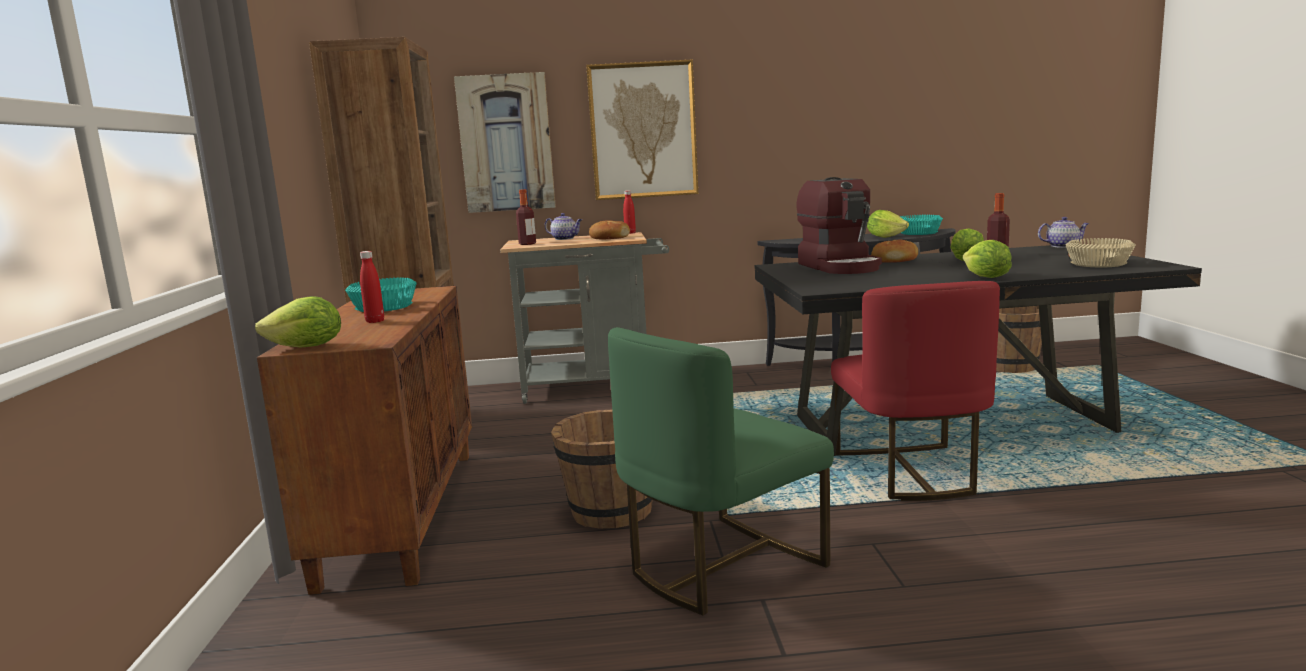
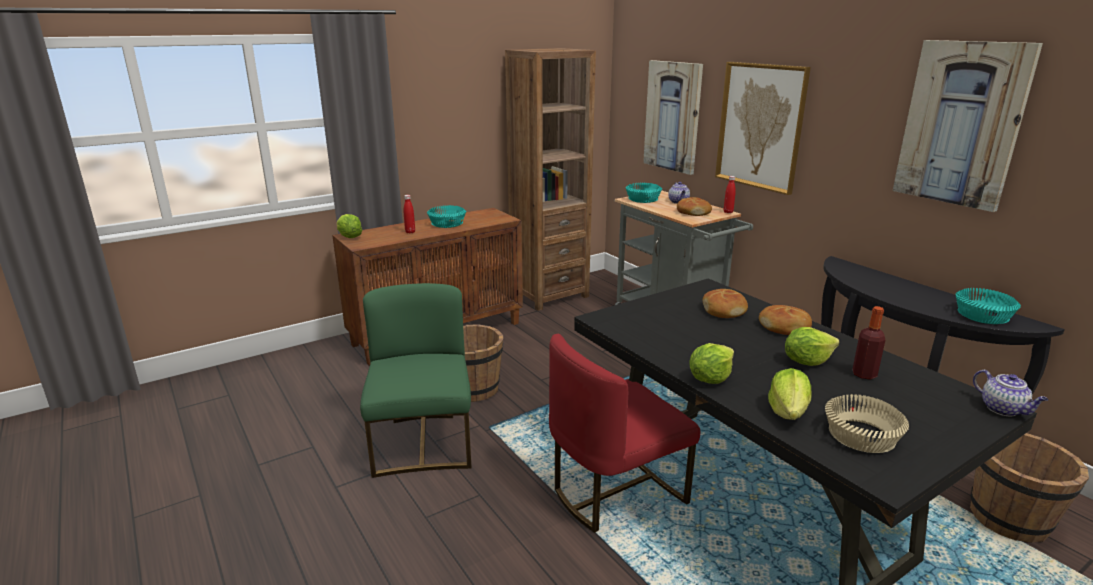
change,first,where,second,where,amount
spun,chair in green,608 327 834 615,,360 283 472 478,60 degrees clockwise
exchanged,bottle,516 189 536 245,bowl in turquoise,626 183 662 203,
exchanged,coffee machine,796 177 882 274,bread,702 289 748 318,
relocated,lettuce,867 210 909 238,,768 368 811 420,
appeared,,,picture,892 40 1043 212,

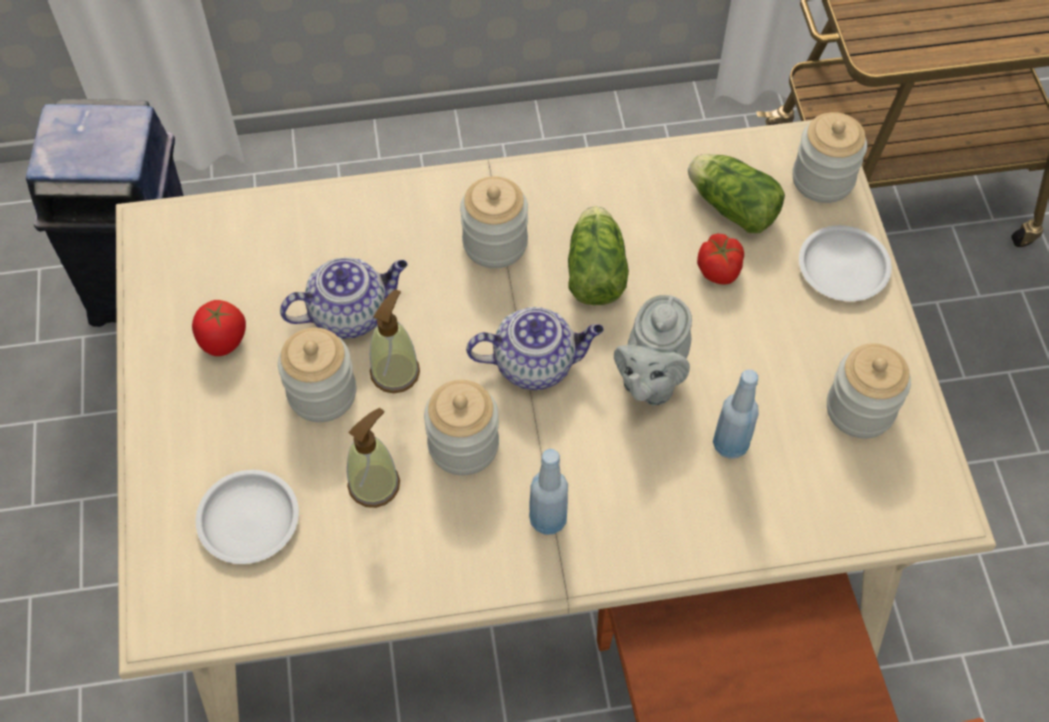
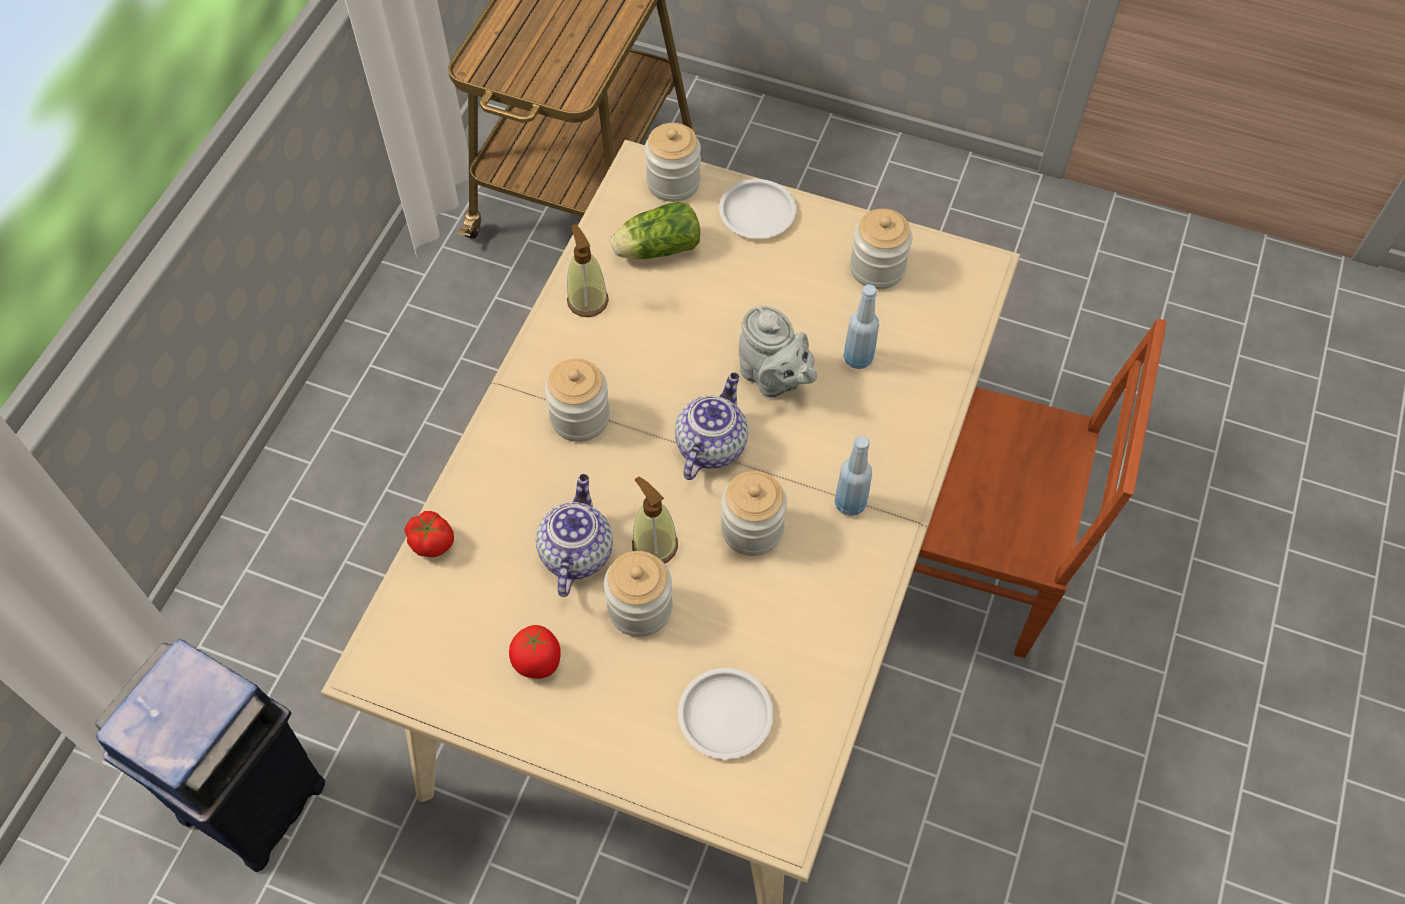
change,first,where,second,where,amount
relocated,tomato,697 234 744 285,,404 511 454 557,
relocated,soap dispenser,347 408 400 508,,567 224 609 317,
missing,lettuce,568 206 629 305,,,

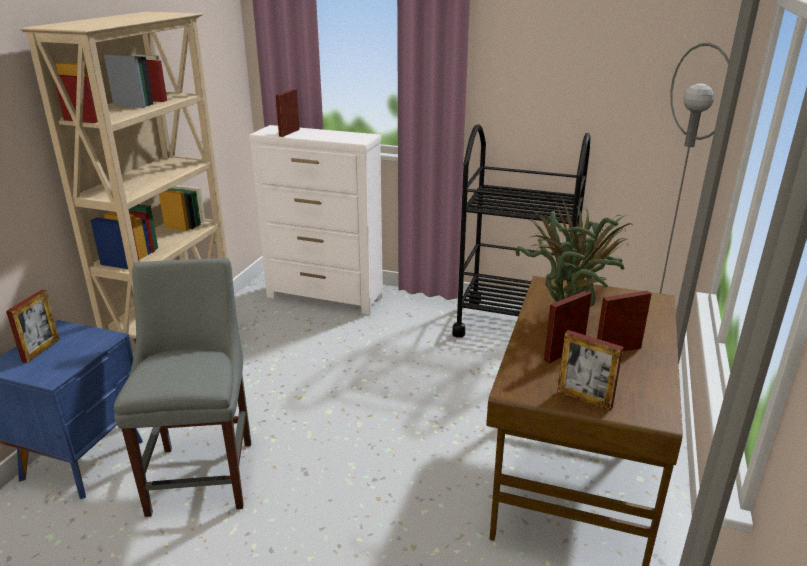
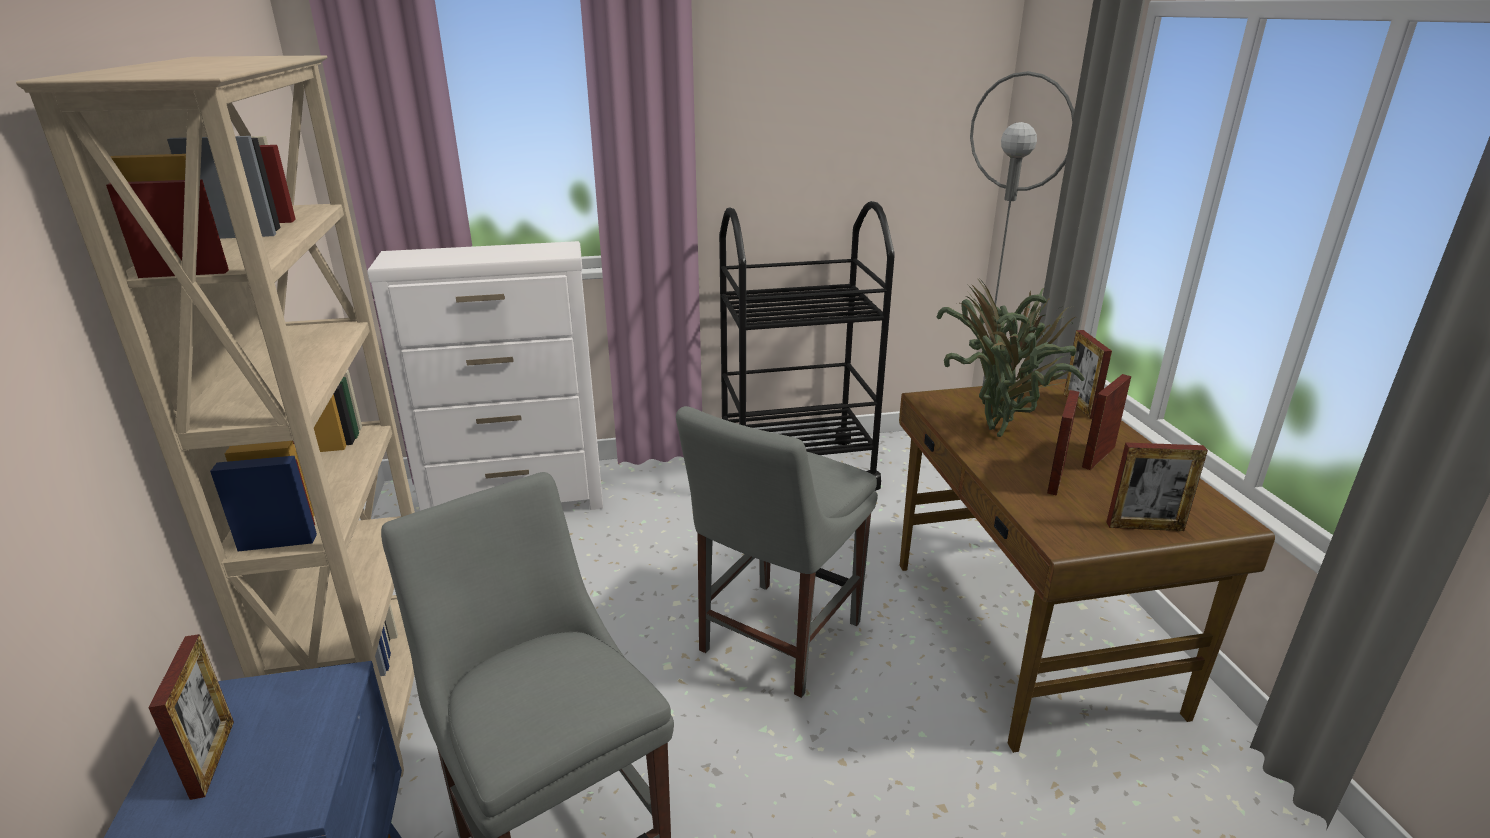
change,first,where,second,where,amount
appeared,,,chair in grey,676 406 878 698,
relocated,picture frame,276 89 300 137,,1064 330 1112 419,

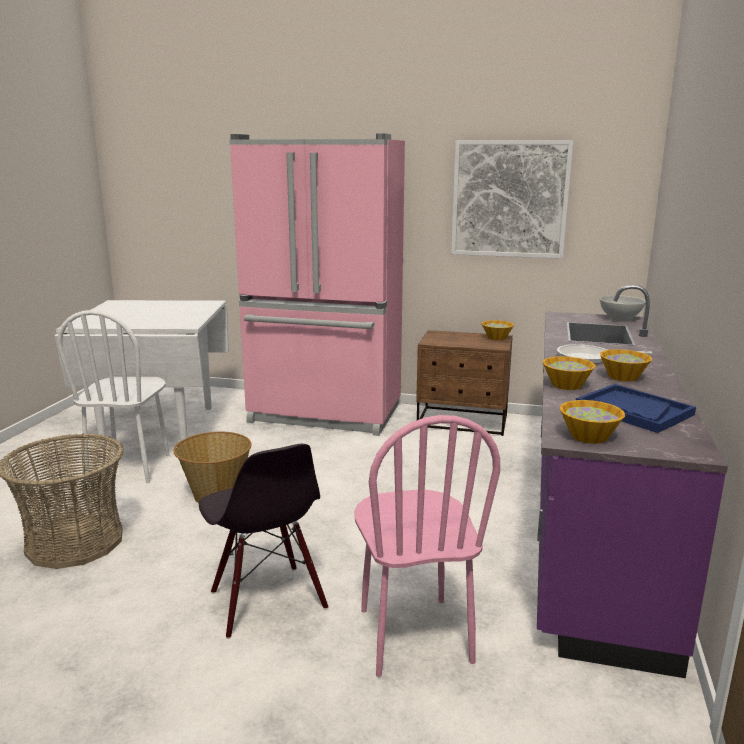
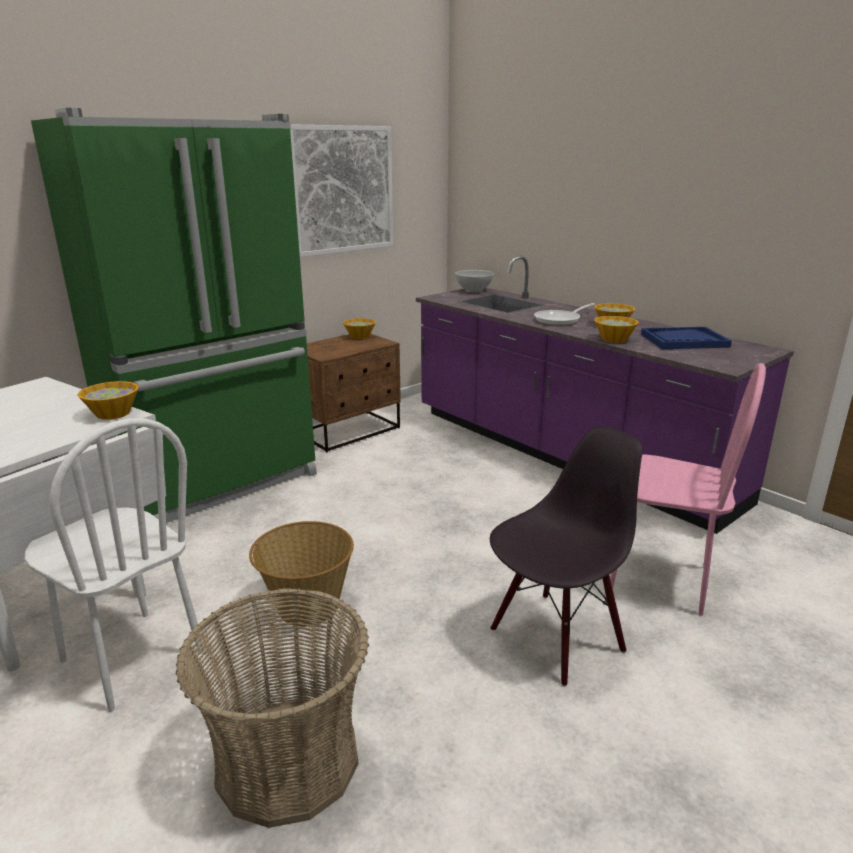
change,first,where,second,where,amount
colour,fridge in pink,229 134 405 436,fridge in green,31 108 317 523,
relocated,bowl,560 400 625 444,,77 381 139 420,
spun,chair in black,199 444 328 639,,490 426 643 687,45 degrees counterclockwise

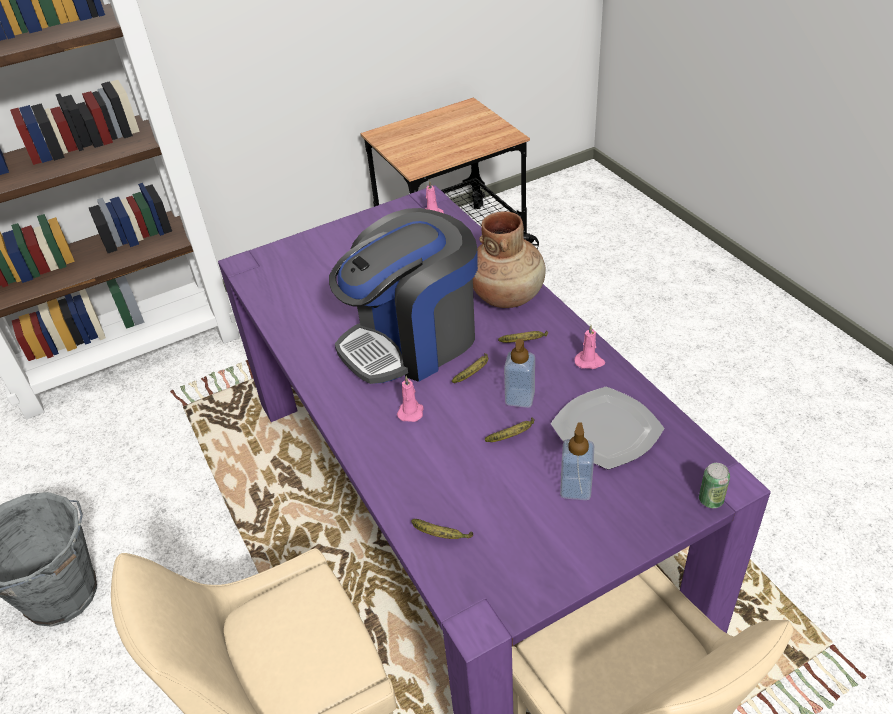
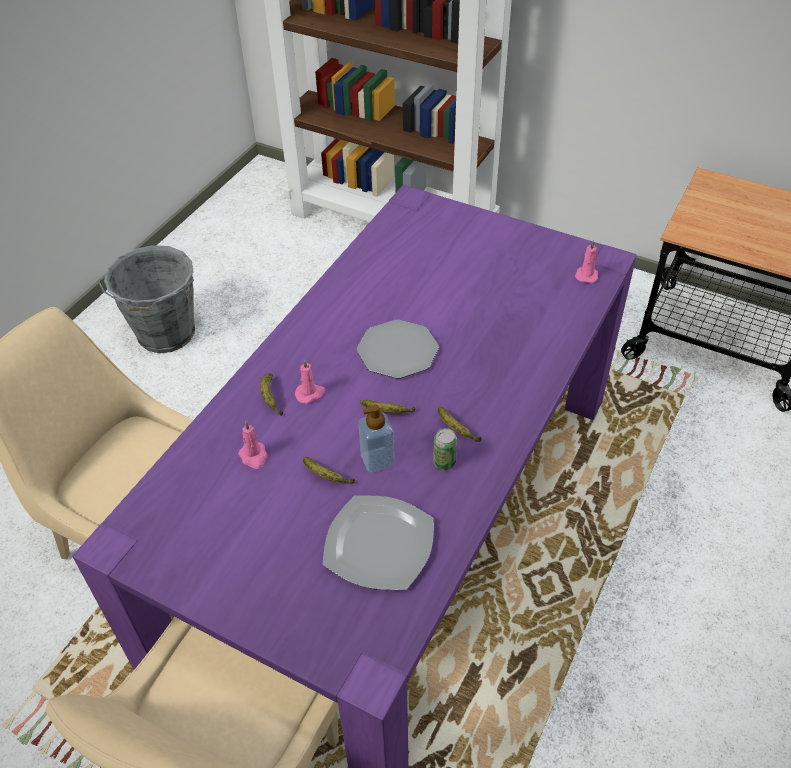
change,first,where,second,where,amount
relocated,candle in pink,575 325 605 369,,238 421 267 469,
relocated,banana,411 519 473 539,,260 373 283 416,
exchanged,coffee machine,329 208 478 384,plate,357 320 439 379,
relocated,can,699 463 730 508,,433 428 457 470,
missing,vase in brown,473 211 546 308,,,
missing,soap dispenser,560 422 594 500,,,

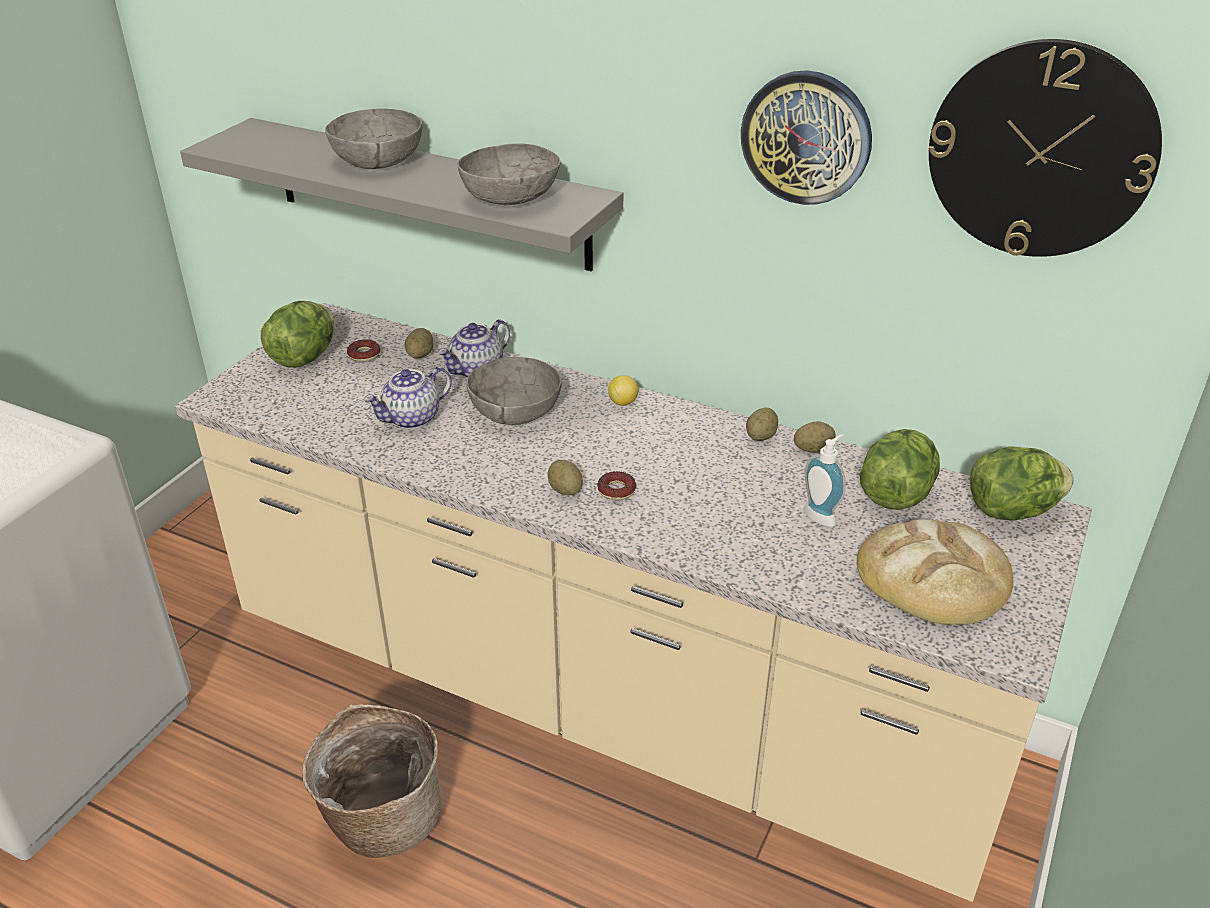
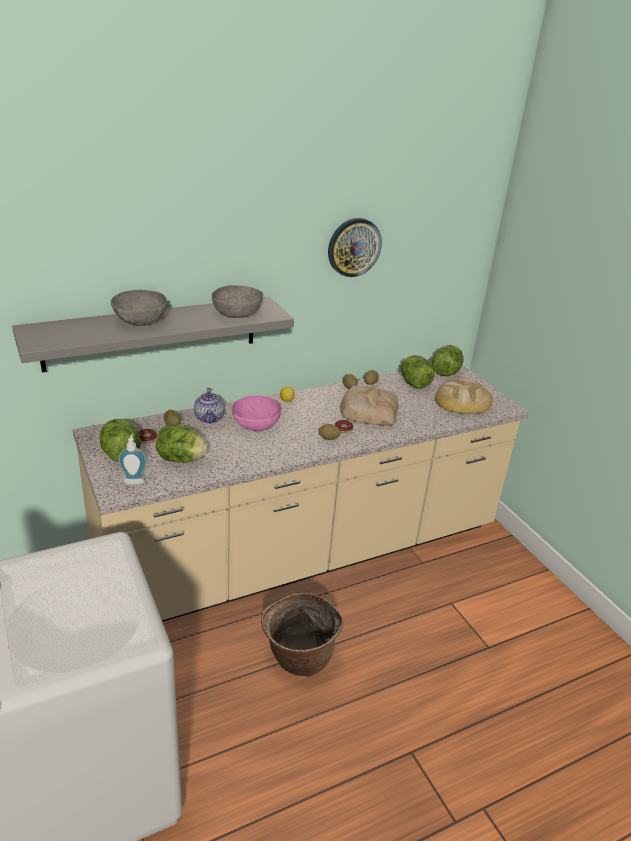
change,first,where,second,where,amount
relocated,soap dispenser,804 434 846 527,,118 434 147 485,
appeared,,,lettuce,156 424 208 463,
colour,bowl in grey,467 357 562 425,bowl in pink,232 395 282 431,
appeared,,,bread,340 386 398 426,
missing,teapot,364 366 452 429,,,
missing,wall clock,929 39 1162 257,,,

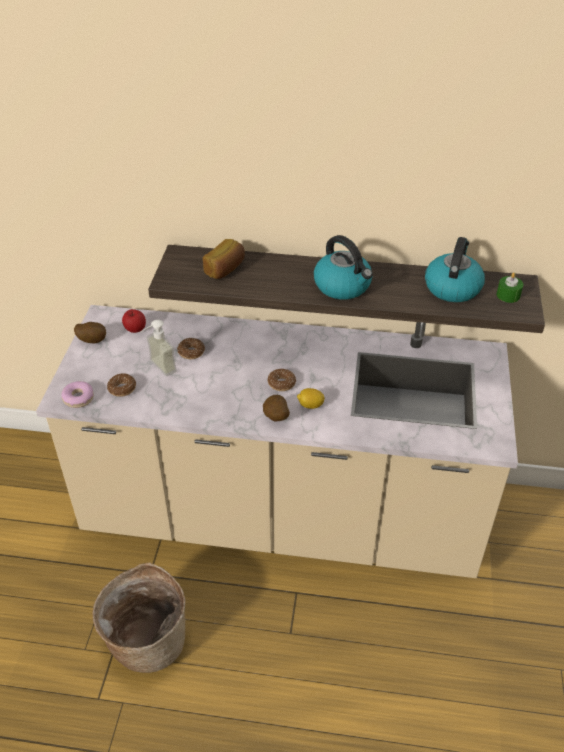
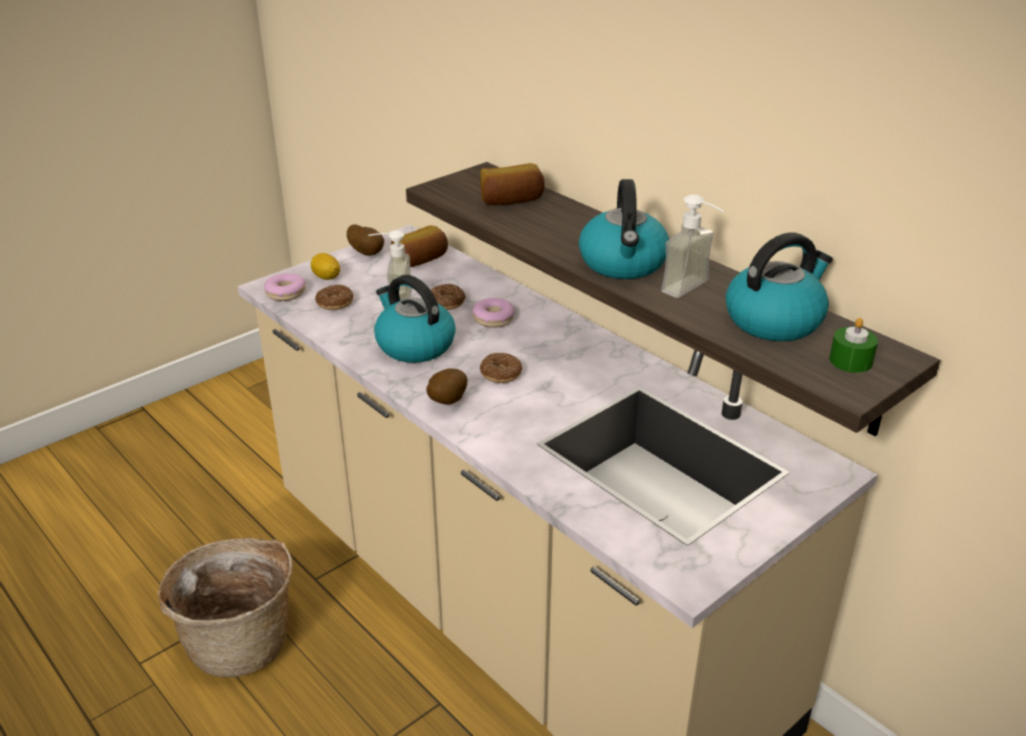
change,first,where,second,where,amount
relocated,lemon,297 388 325 409,,311 253 340 280,
appeared,,,kettle,374 275 456 363,
exchanged,apple,122 309 146 333,bread,391 226 448 267,
appeared,,,donut,473 298 514 328,
appeared,,,soap dispenser,661 194 724 298,

